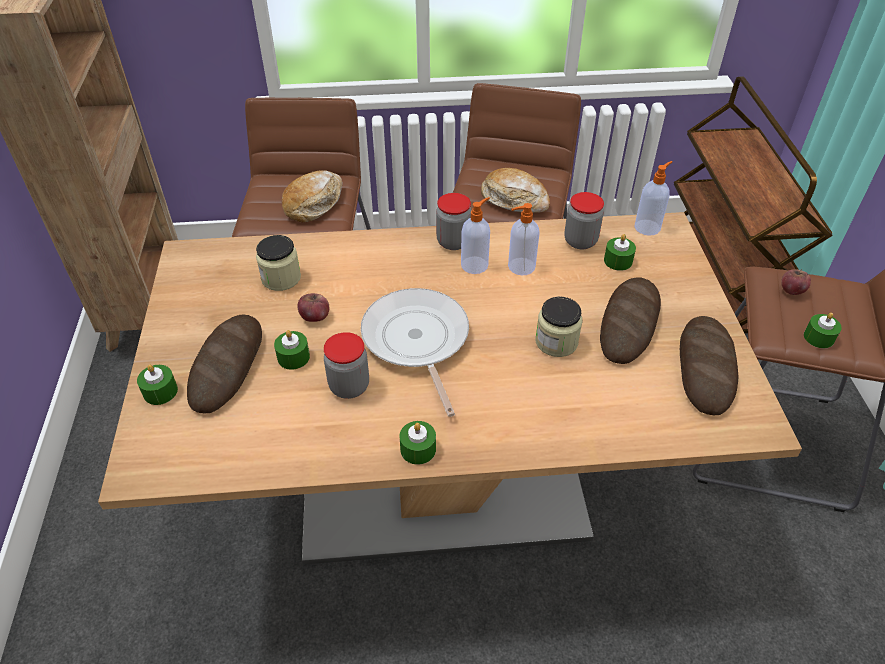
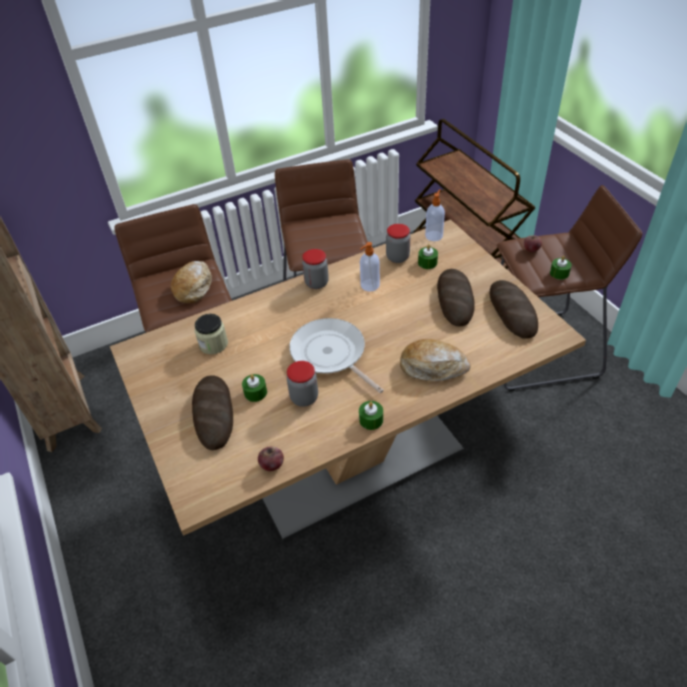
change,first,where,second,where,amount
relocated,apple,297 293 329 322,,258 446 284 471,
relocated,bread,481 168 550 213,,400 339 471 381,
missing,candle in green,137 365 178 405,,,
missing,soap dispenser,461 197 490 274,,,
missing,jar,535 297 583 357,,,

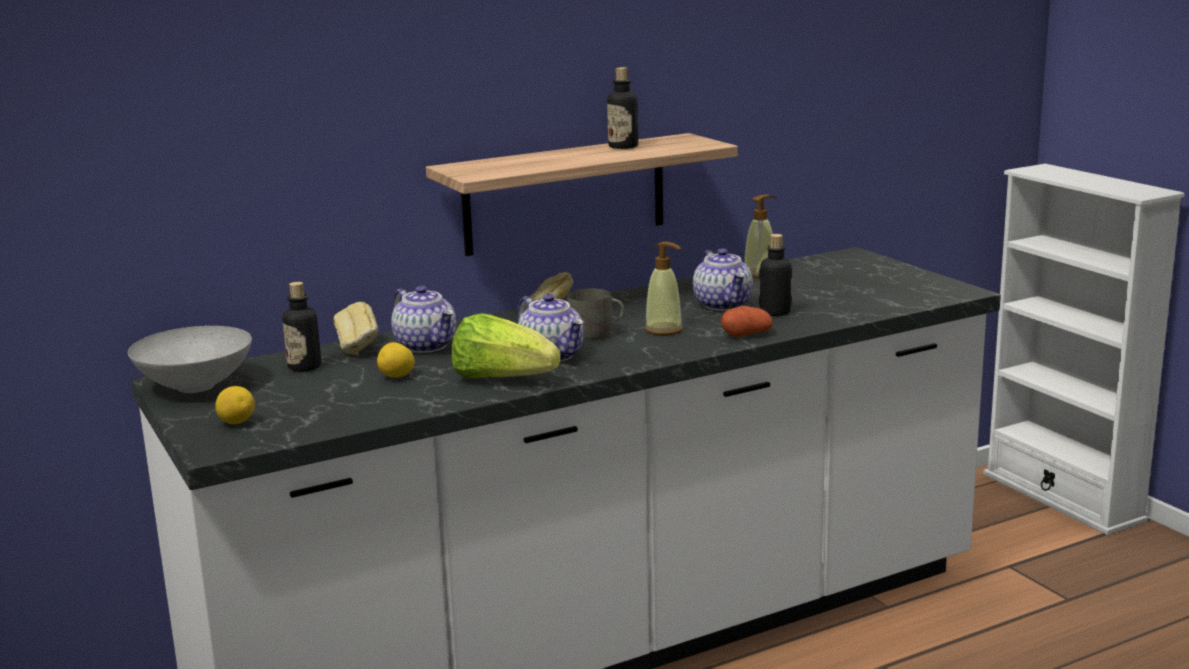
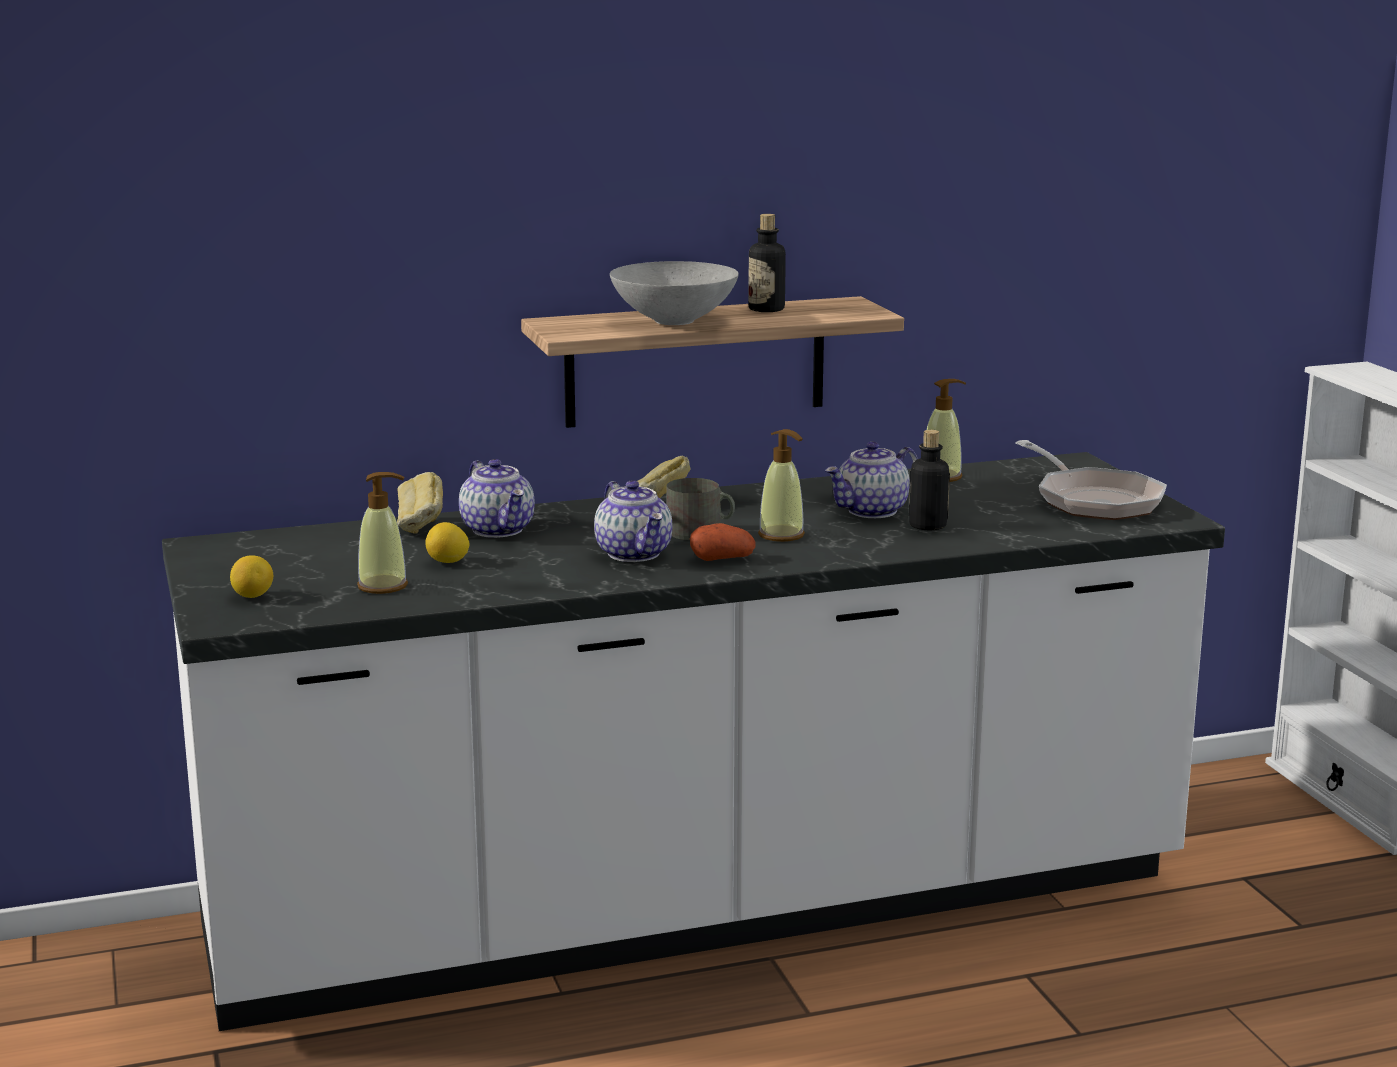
change,first,where,second,where,amount
appeared,,,soap dispenser,357 472 408 594,
relocated,bowl in grey,128 326 252 393,,610 261 739 325,
relocated,potato,721 306 773 337,,690 523 756 561,
spun,teapot,693 248 753 311,,825 442 918 518,60 degrees clockwise
appeared,,,frying pan,1015 440 1167 520,
missing,bottle,282 282 321 372,,,
missing,lettuce,451 313 561 378,,,

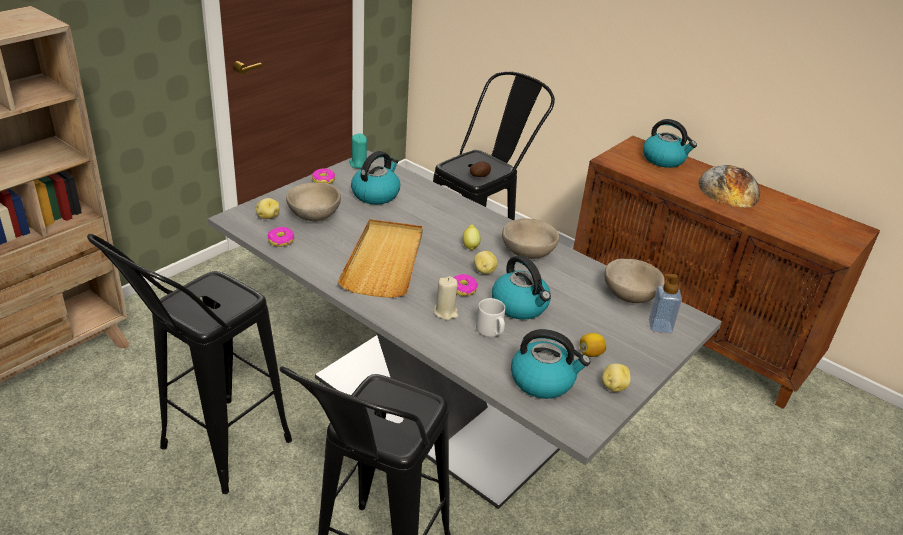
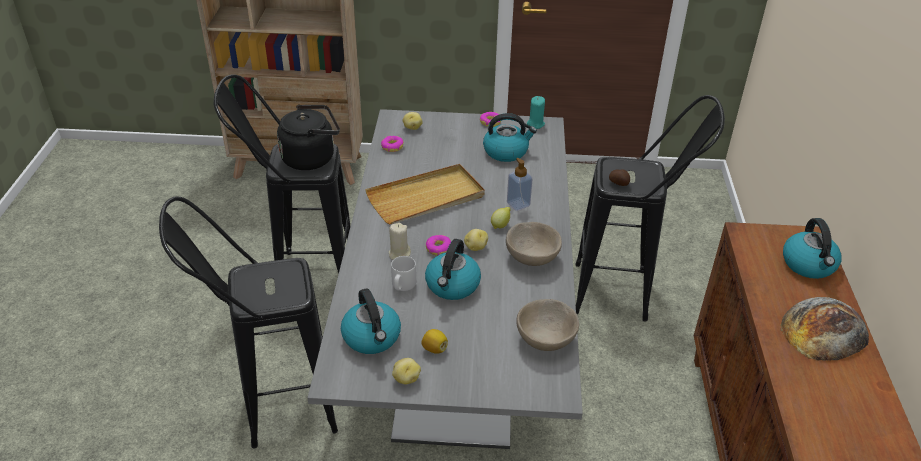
change,first,where,second,where,amount
appeared,,,kettle in black,277 105 340 170,
relocated,soap dispenser,649 274 682 333,,507 158 533 211,
missing,bowl in beige,286 182 341 221,,,

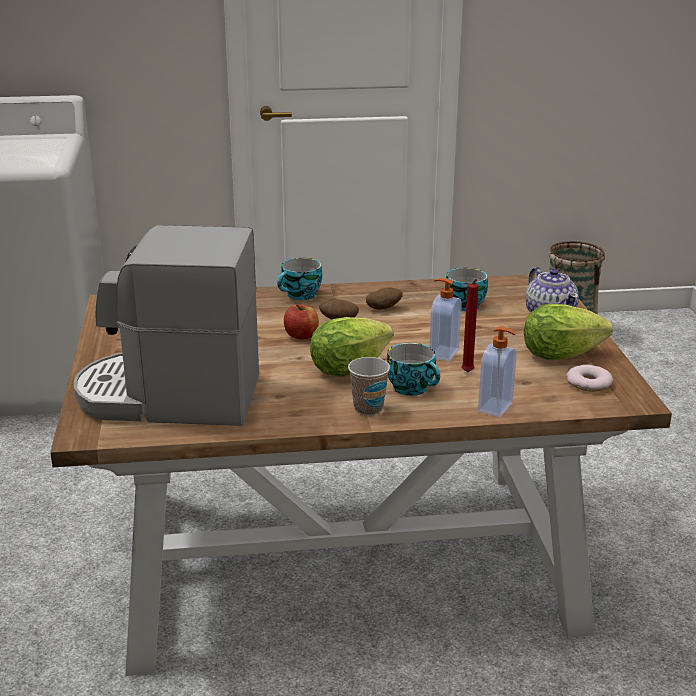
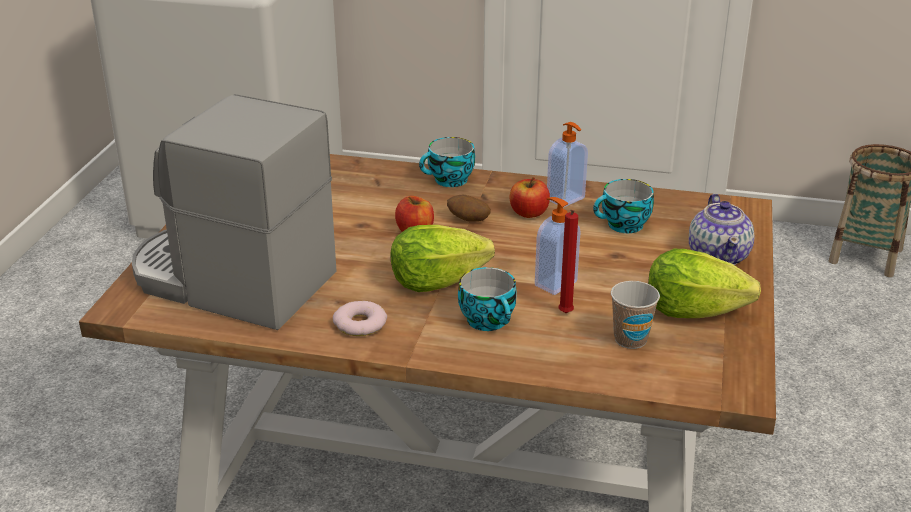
change,first,where,second,where,amount
relocated,donut,566 365 613 392,,333 301 387 336,
exchanged,potato,366 288 403 309,apple,510 177 550 218,
relocated,soap dispenser,478 327 517 417,,547 122 588 207,
relocated,cup,348 357 390 416,,611 281 660 349,

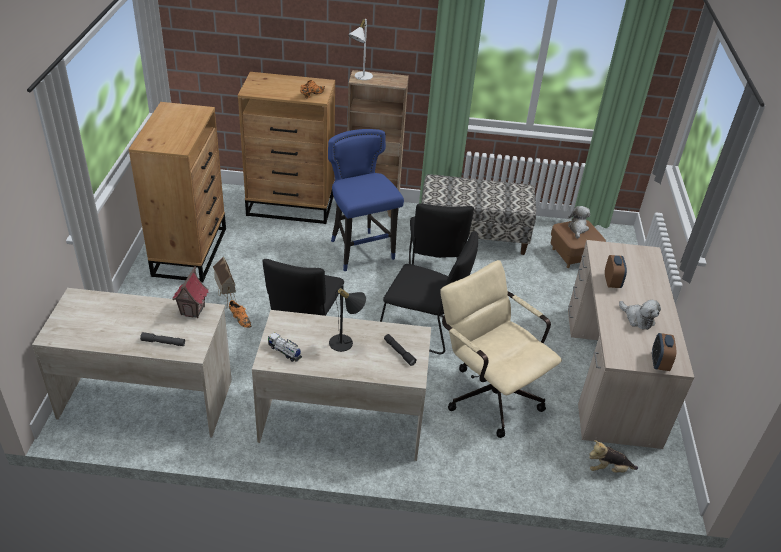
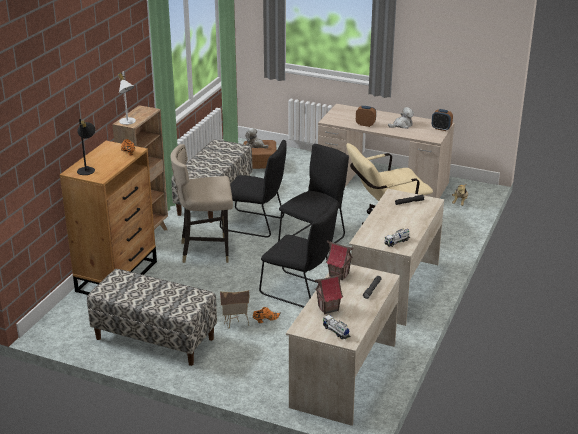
change,first,where,second,where,amount
relocated,table lamp in black,329 284 366 352,,77 119 95 175,
exchanged,dresser in brown,128 102 226 282,bench,87 269 217 366,
colour,stool in blue,328 129 404 271,stool in beige,170 144 233 263,
appeared,,,toy house,315 274 343 314,
appeared,,,toy truck,323 315 351 339,

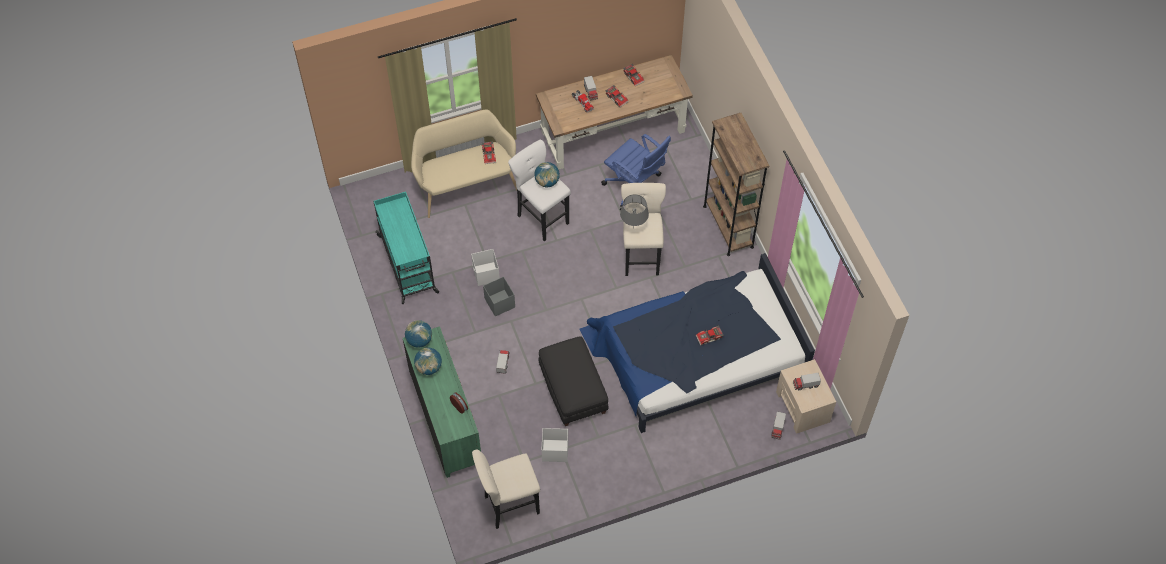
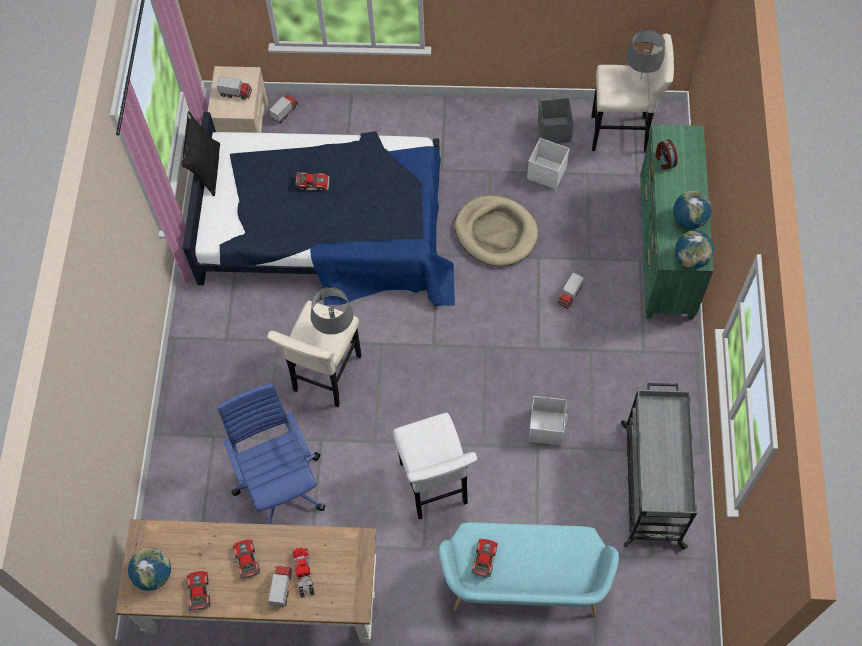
change,first,where,second,where,amount
relocated,globe,534 162 560 187,,128 548 171 591,
appeared,,,pillow in black,182 111 220 196,
colour,bench in beige,411 110 517 218,bench in turquoise,439 522 619 617,
exchanged,ottoman in black,539 337 608 426,dog bed in beige,455 195 538 266,
relocated,storage box in grey,483 277 515 316,,538 98 574 143,
colour,cart in turquoise,373 191 439 304,cart in grey,621 383 697 550,
appeared,,,table lamp in grey,626 29 665 80,
missing,bookcase in brown,703 113 769 256,,,

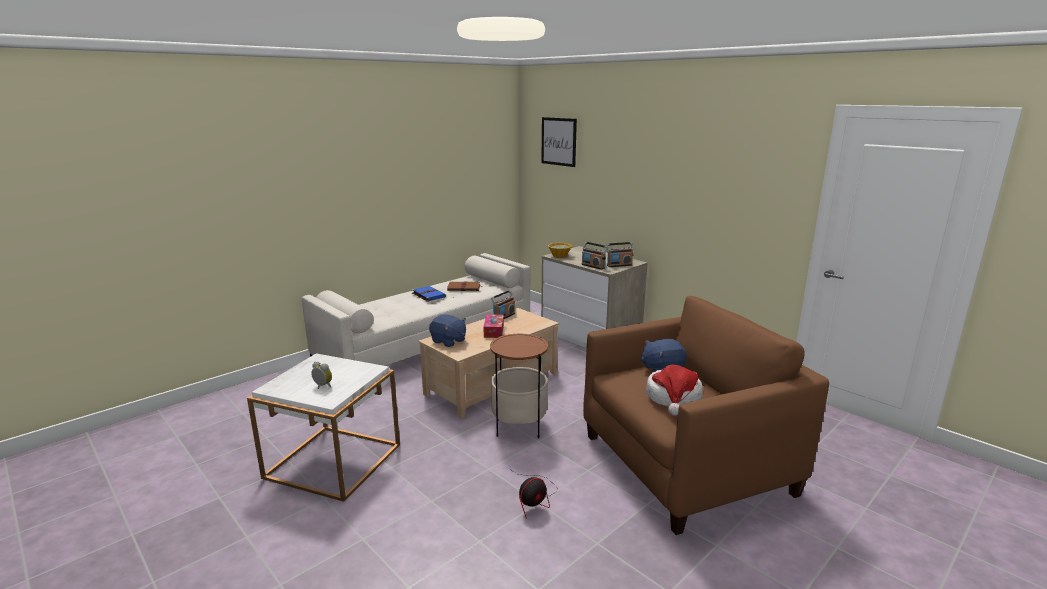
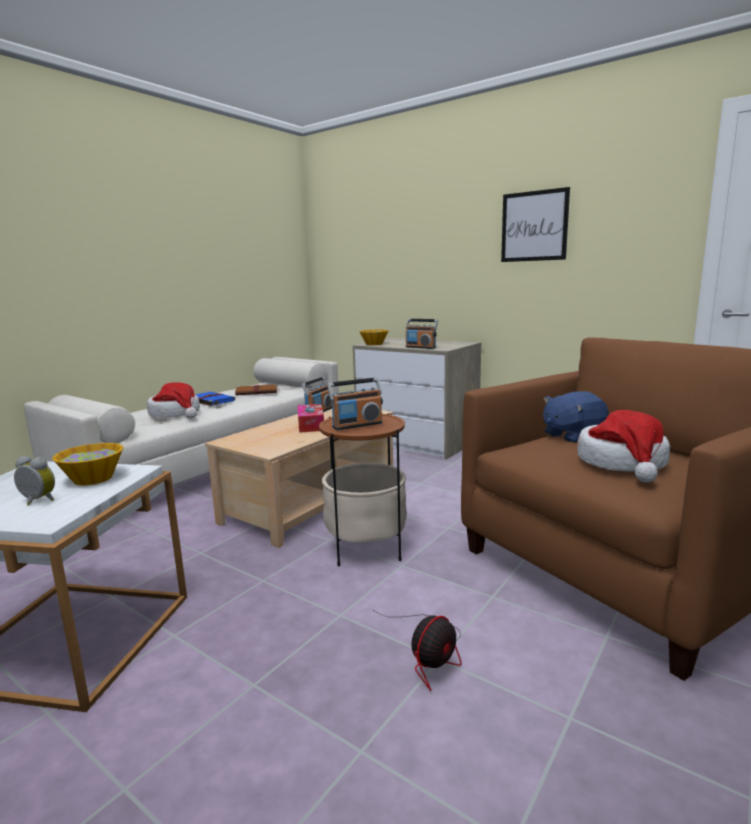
change,first,where,second,where,amount
appeared,,,bowl,52 443 124 486,
appeared,,,hat,147 382 200 419,
relocated,radio,606 242 633 267,,327 377 383 430,
relocated,picture,541 117 577 167,,501 187 570 262,
missing,plush toy in blue,429 314 466 347,,,

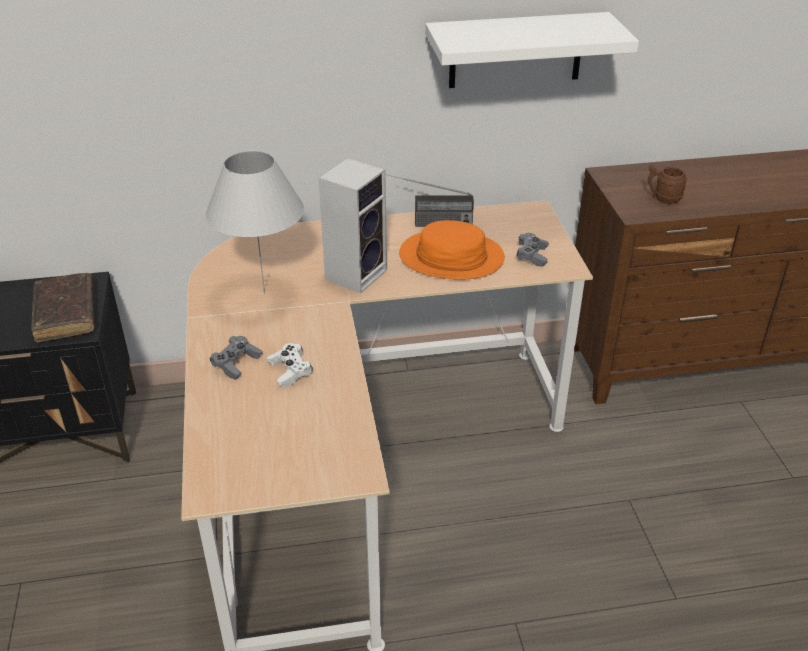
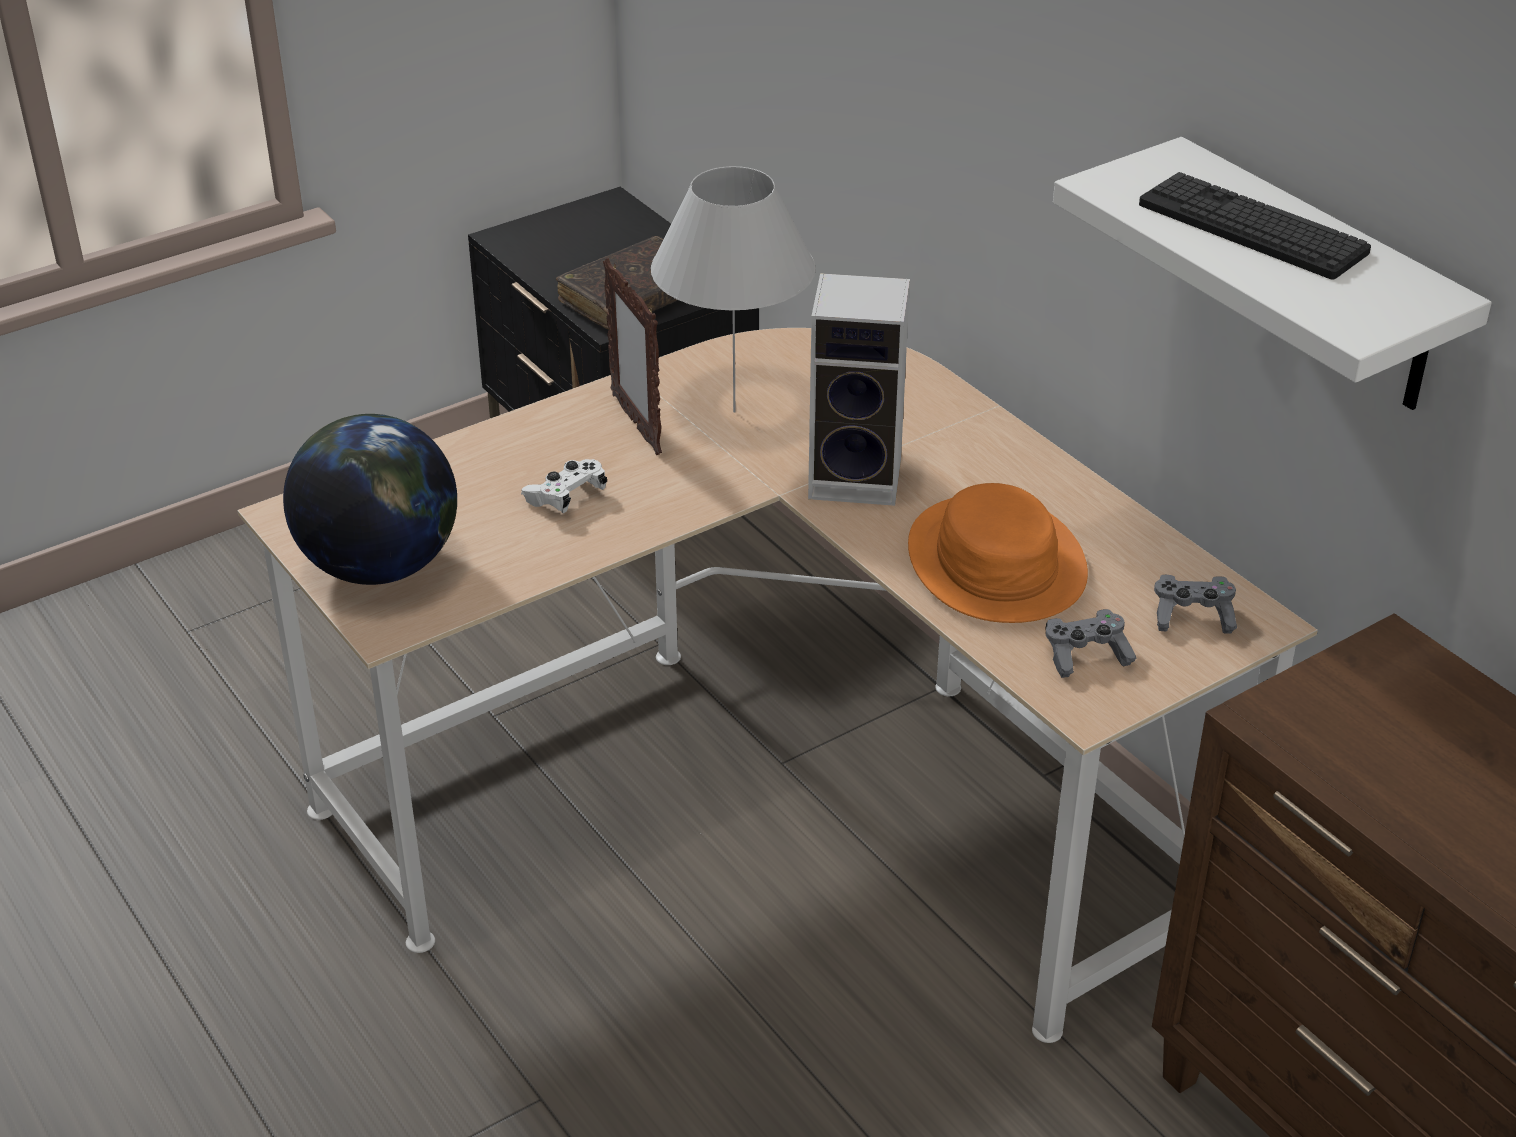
change,first,where,second,where,amount
appeared,,,globe,283 414 457 585,
appeared,,,picture frame,603 258 662 455,
appeared,,,keyboard,1139 172 1371 280,
relocated,game controller in grey,210 336 262 380,,1154 575 1237 634,
missing,radio,388 175 474 227,,,
missing,mug in brown,648 165 687 204,,,

